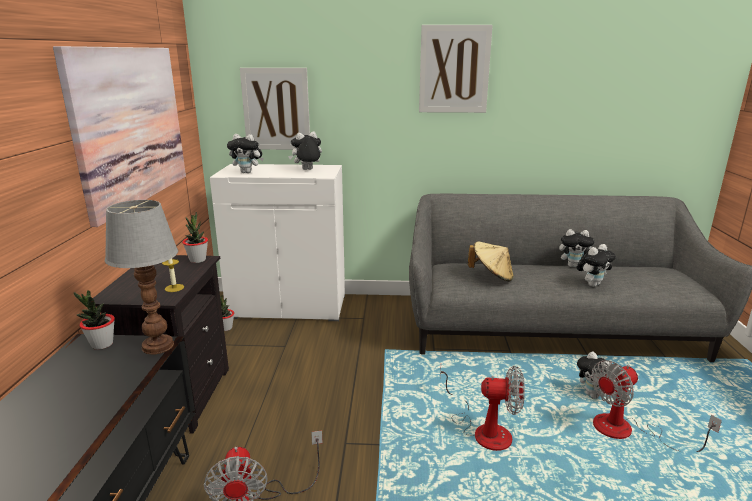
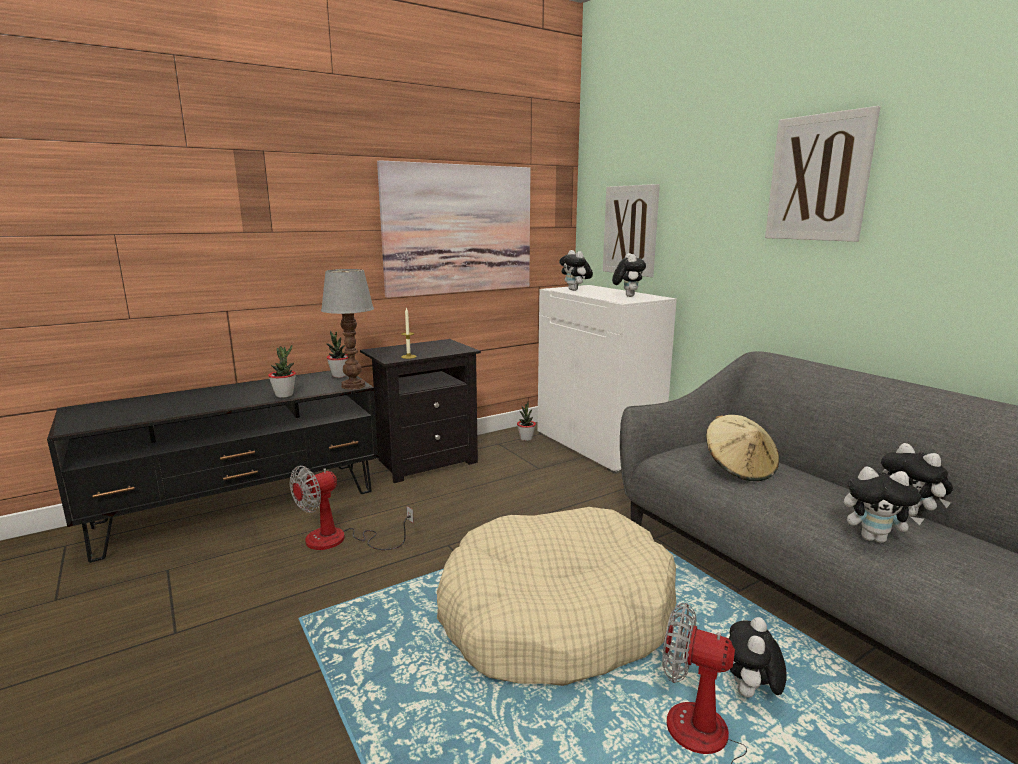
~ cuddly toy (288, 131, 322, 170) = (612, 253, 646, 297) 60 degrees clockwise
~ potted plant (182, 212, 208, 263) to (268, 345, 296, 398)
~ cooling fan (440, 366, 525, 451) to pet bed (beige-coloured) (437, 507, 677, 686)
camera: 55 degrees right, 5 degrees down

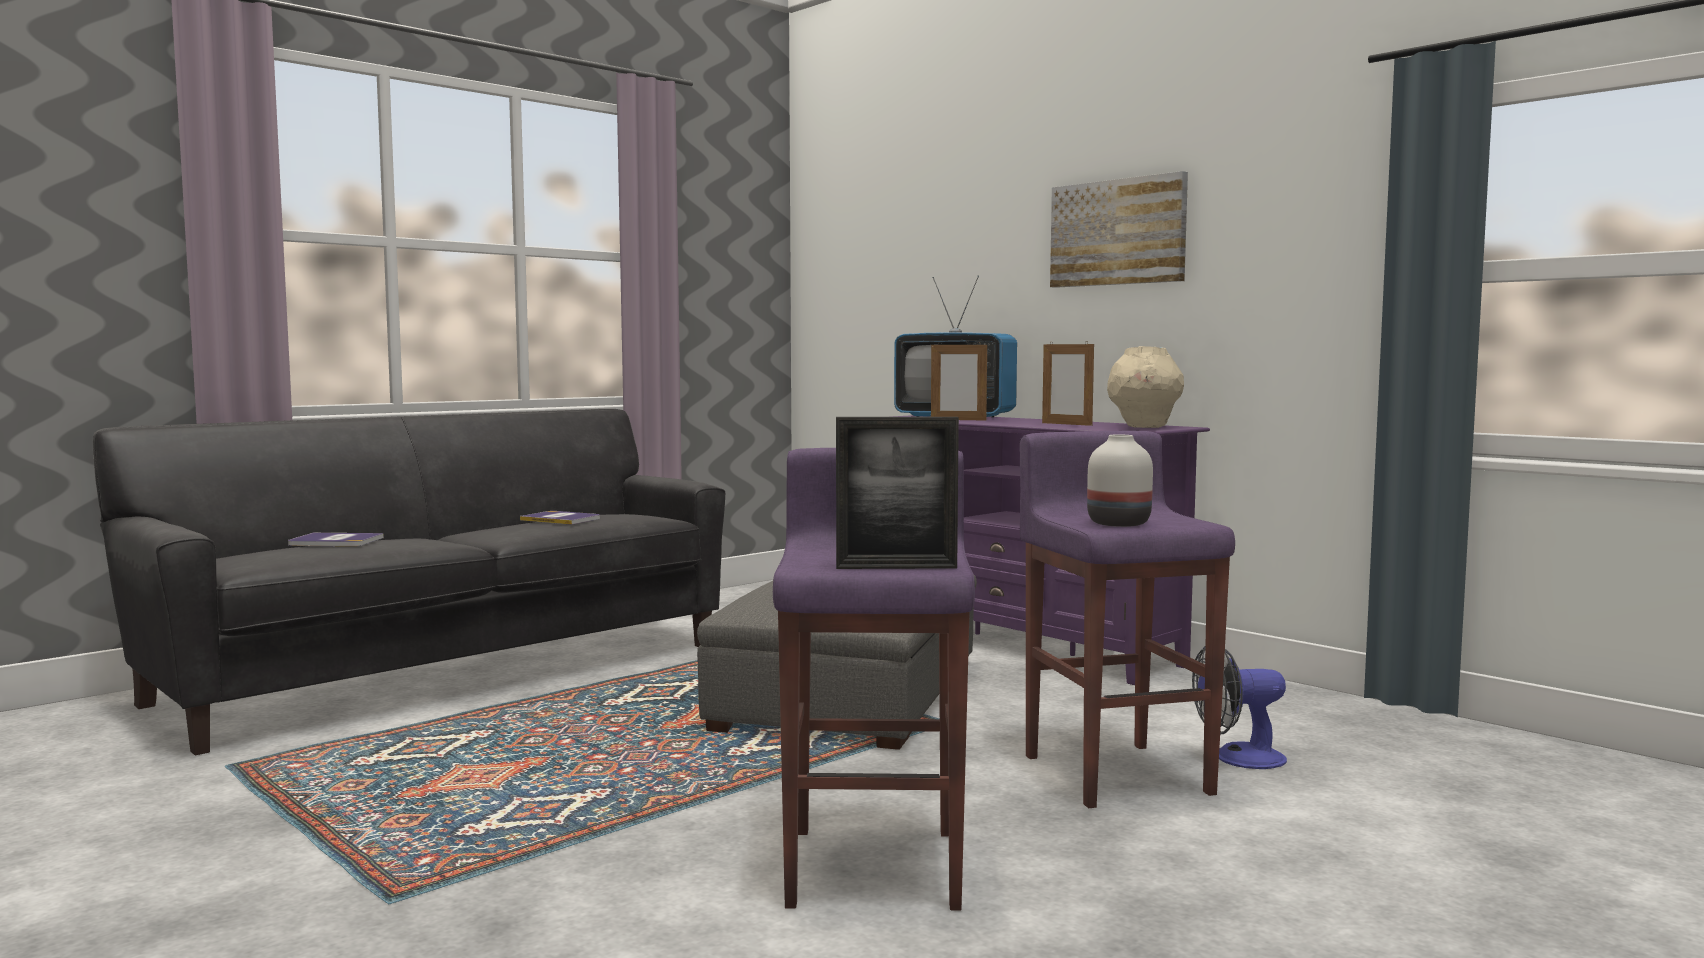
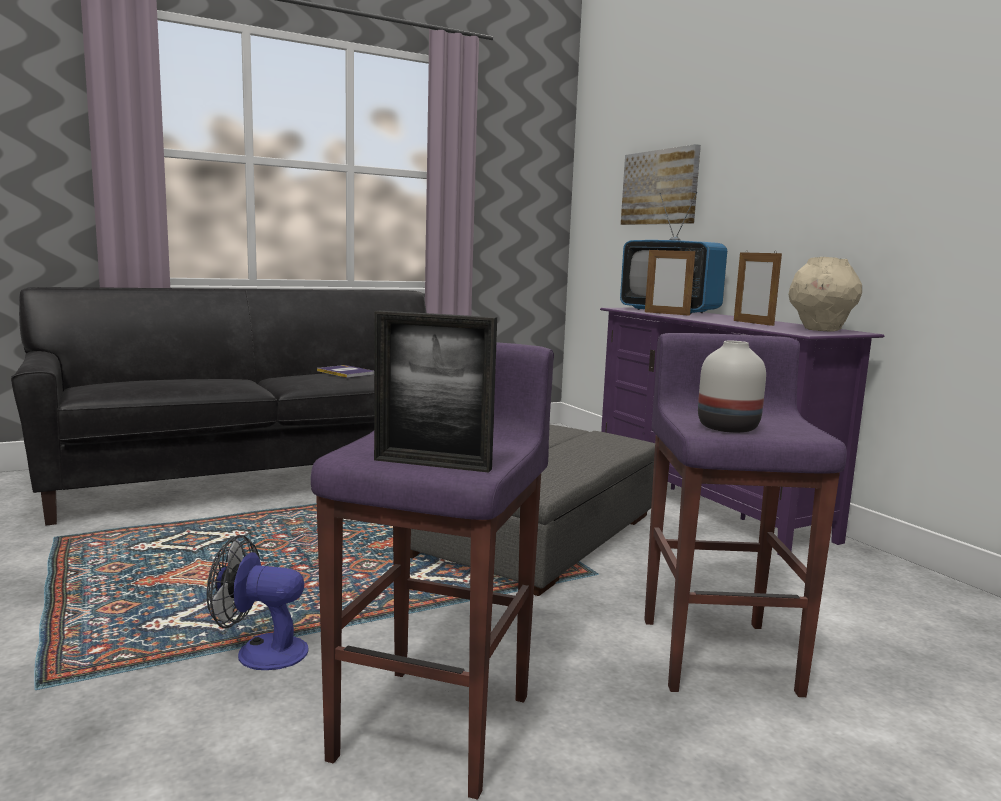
~ picture (1050, 171, 1188, 288) to (621, 144, 701, 225)
- book (288, 533, 384, 546)
~ cooling fan (1192, 645, 1287, 769) to (207, 535, 309, 670)
camera: 15 degrees right, 5 degrees up

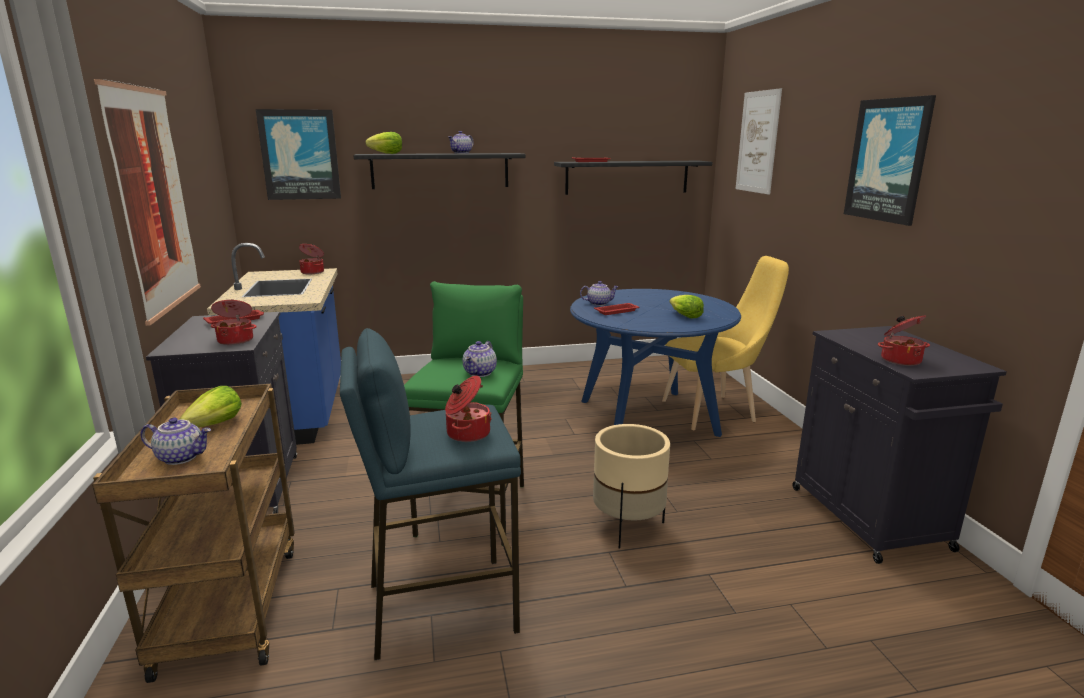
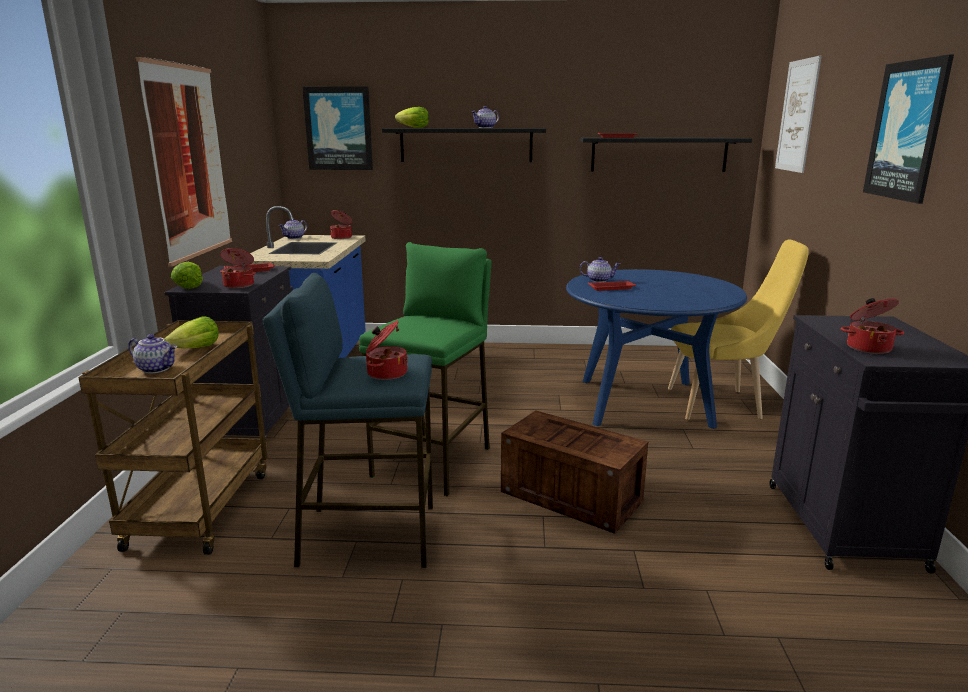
~ head of lettuce (670, 295, 704, 318) to (171, 262, 203, 289)
~ pot for tea (463, 341, 497, 377) to (279, 218, 307, 239)
~ plant pot (beige-coloured) (593, 424, 670, 549) to packing crate (501, 411, 648, 534)
camera: 15 degrees right, 0 degrees up

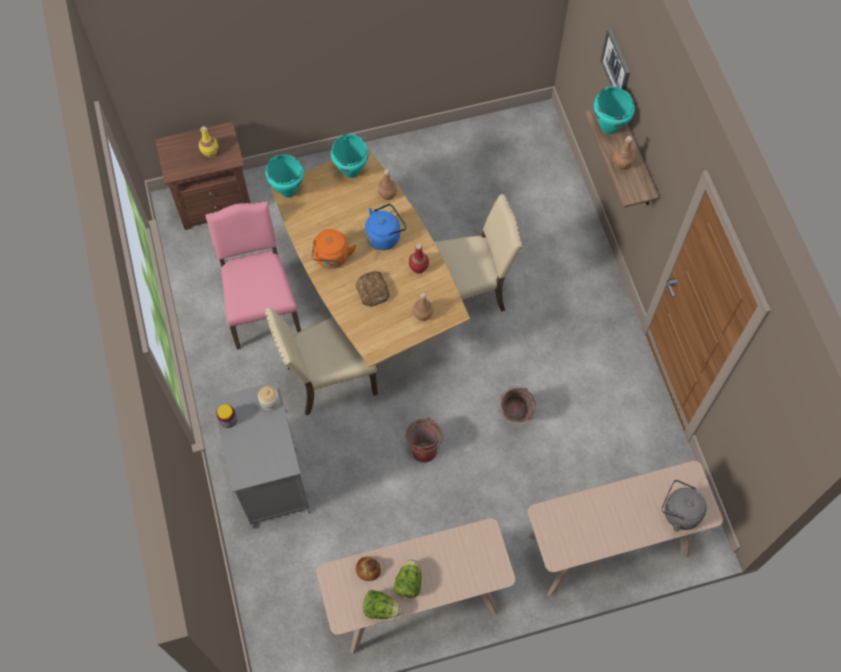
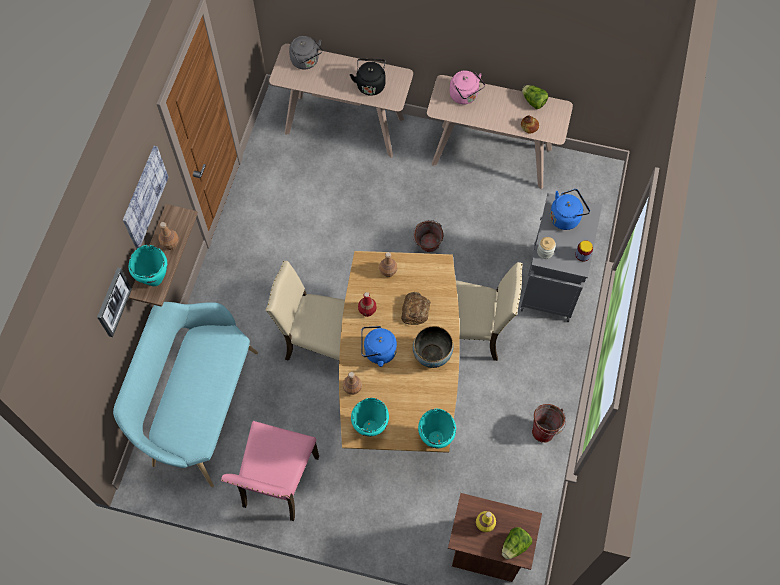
~ upright chair (pinkish) (206, 201, 301, 350) to (221, 421, 319, 521)
~ kettle (orangey) (312, 229, 356, 269) to serving bowl (413, 326, 453, 368)
~ water bucket (499, 386, 536, 422) to (532, 404, 566, 443)
~ head of lettuce (393, 559, 421, 598) to (502, 527, 532, 559)
+ kettle (blackish) (350, 58, 386, 96)
+ kettle (pinkish) (449, 71, 485, 104)
+ picture (123, 146, 168, 248)
+ kettle (blue-coloured) (550, 189, 590, 230)
+ bench (turquoise) (113, 302, 258, 487)
camera: 150 degrees left, 0 degrees up

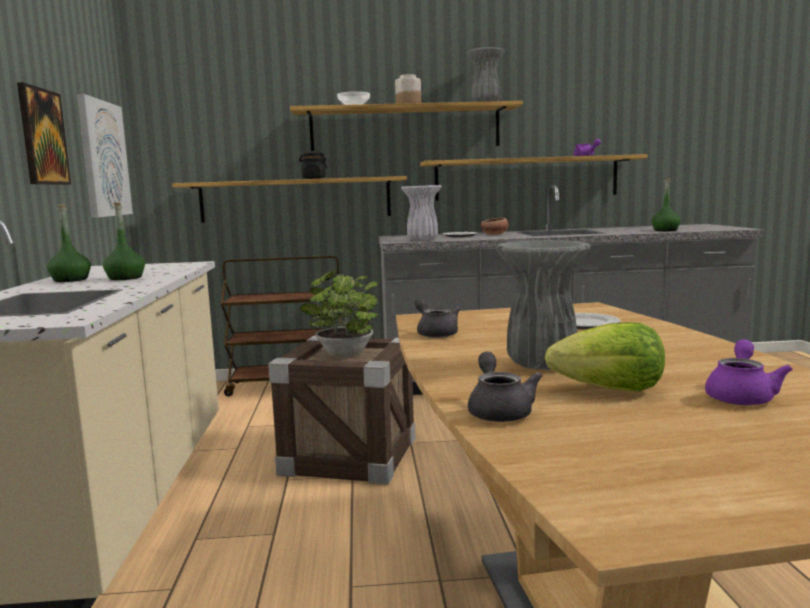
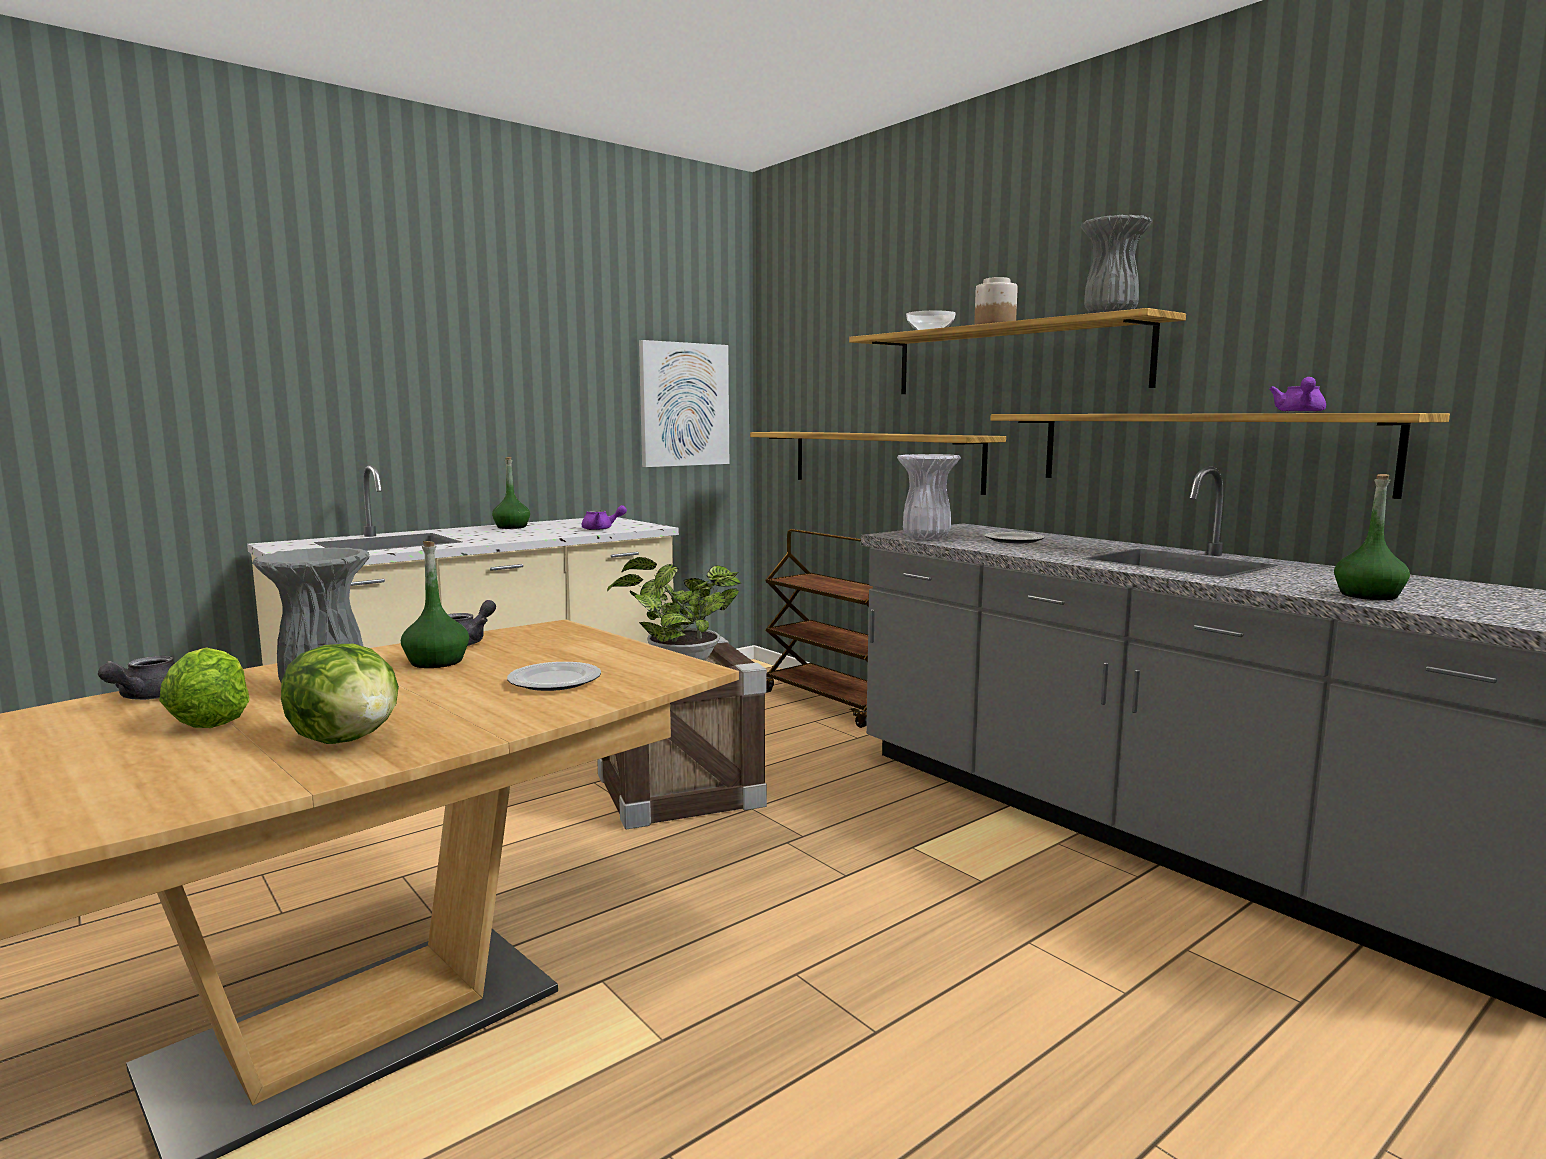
- picture (17, 82, 71, 185)
- storage jar (blackish) (299, 153, 327, 179)
~ beverage bottle (green-coloured) (103, 203, 145, 280) to (401, 541, 469, 668)
- serving bowl (481, 217, 509, 235)
~ pot for tea (purplish) (705, 339, 793, 405) to (582, 505, 627, 530)
~ pot for tea (grey) (468, 352, 542, 422) = (98, 656, 175, 700) 135 degrees clockwise
+ head of lettuce (281, 644, 399, 744)
camera: 55 degrees right, 0 degrees up

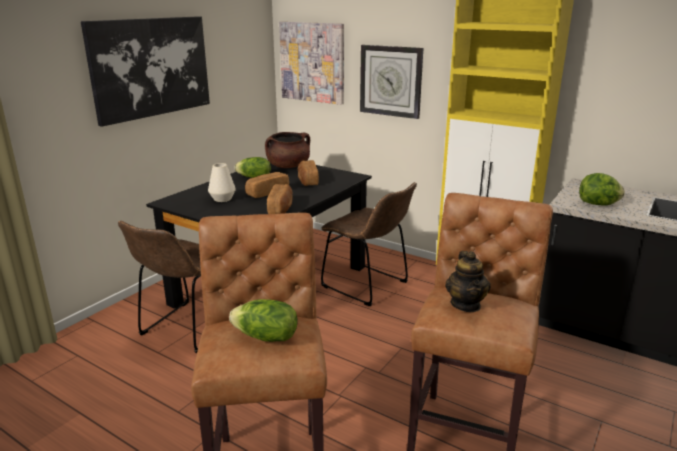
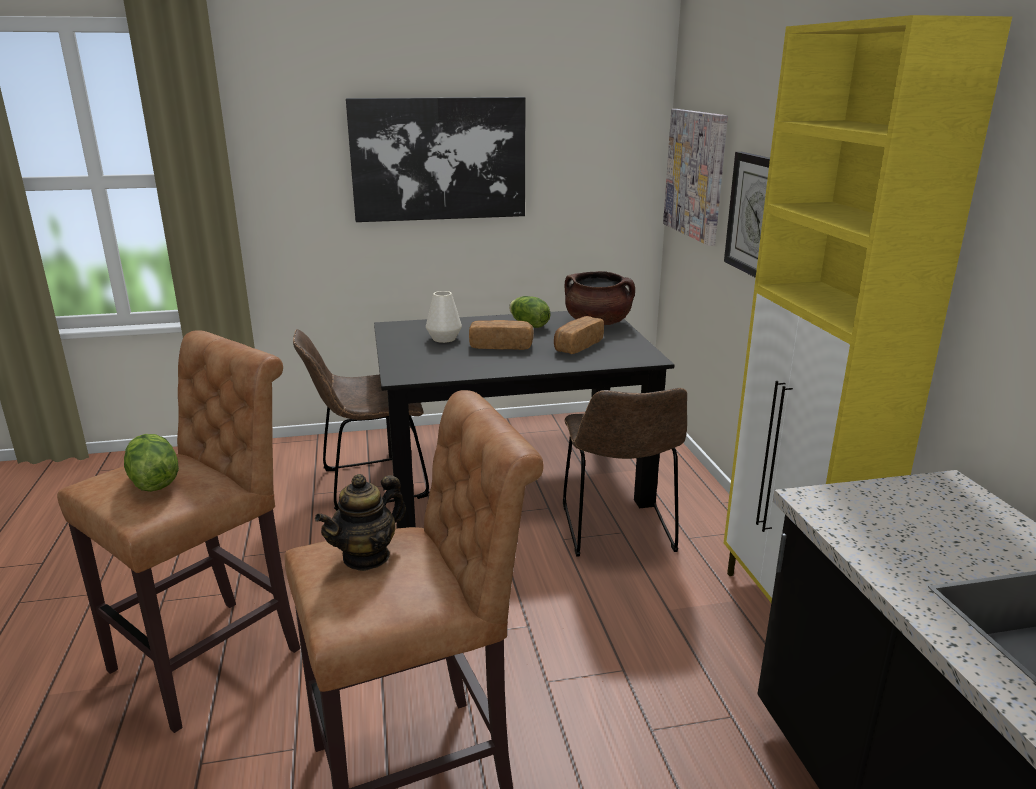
- head of lettuce (579, 173, 625, 205)
- bread (267, 184, 293, 214)
camera: 45 degrees right, 0 degrees up

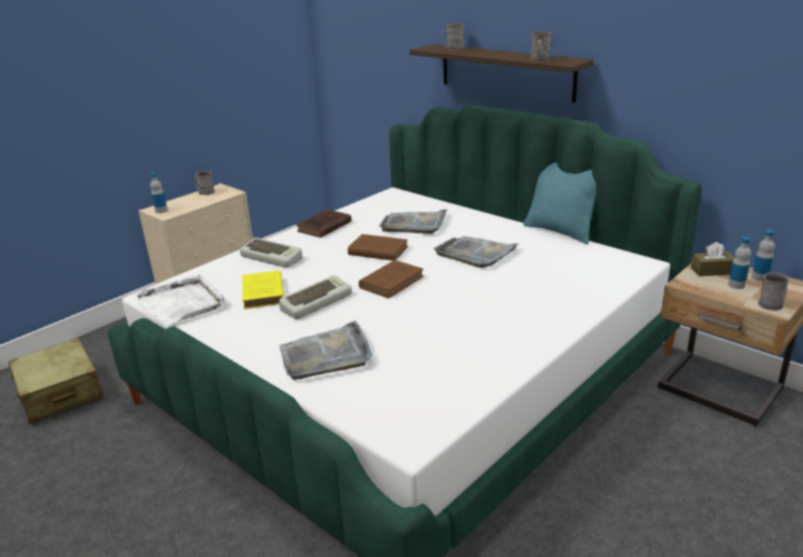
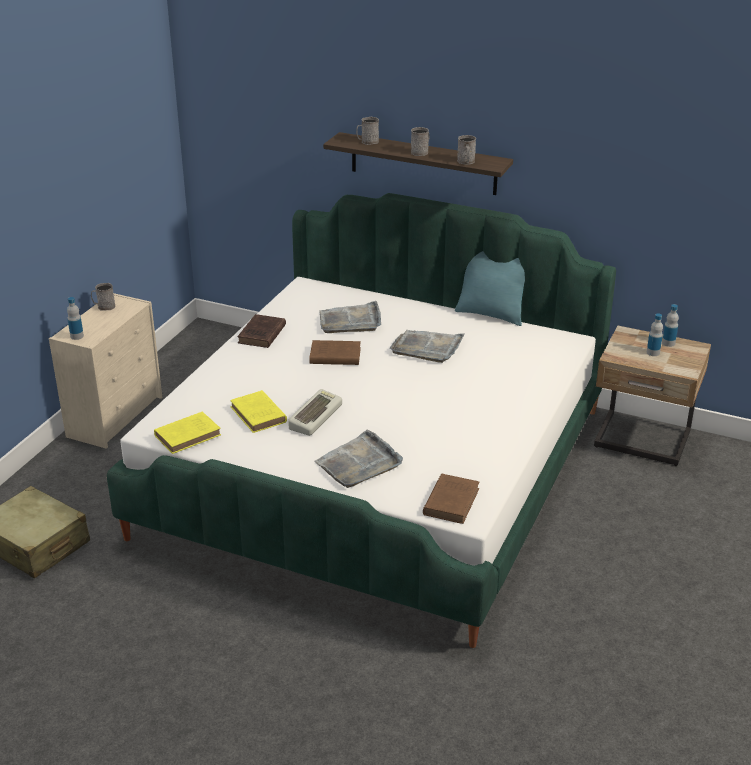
- PC keyboard (240, 238, 303, 268)
- tissue box (brownish) (691, 242, 735, 276)
~ book (brownish) (359, 260, 424, 298) to (423, 474, 479, 524)
~ coffee mug (grey) (758, 273, 789, 310) to (411, 127, 429, 156)
~ tray (white-coloured) (134, 274, 224, 325) to book (yellowish) (154, 411, 221, 454)
camera: 20 degrees left, 5 degrees up

